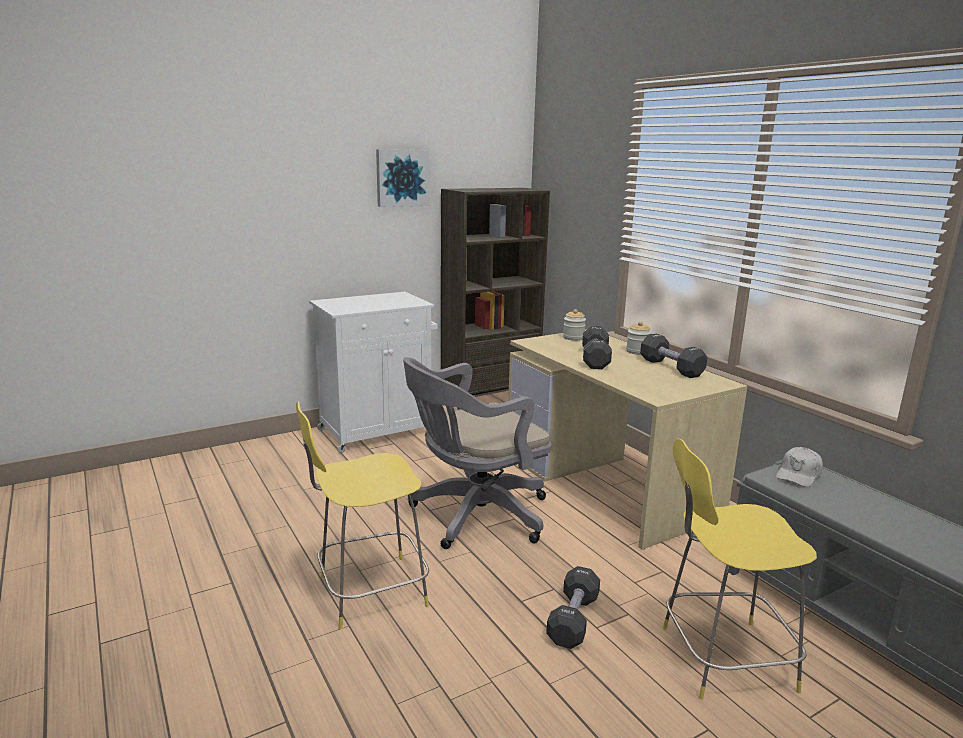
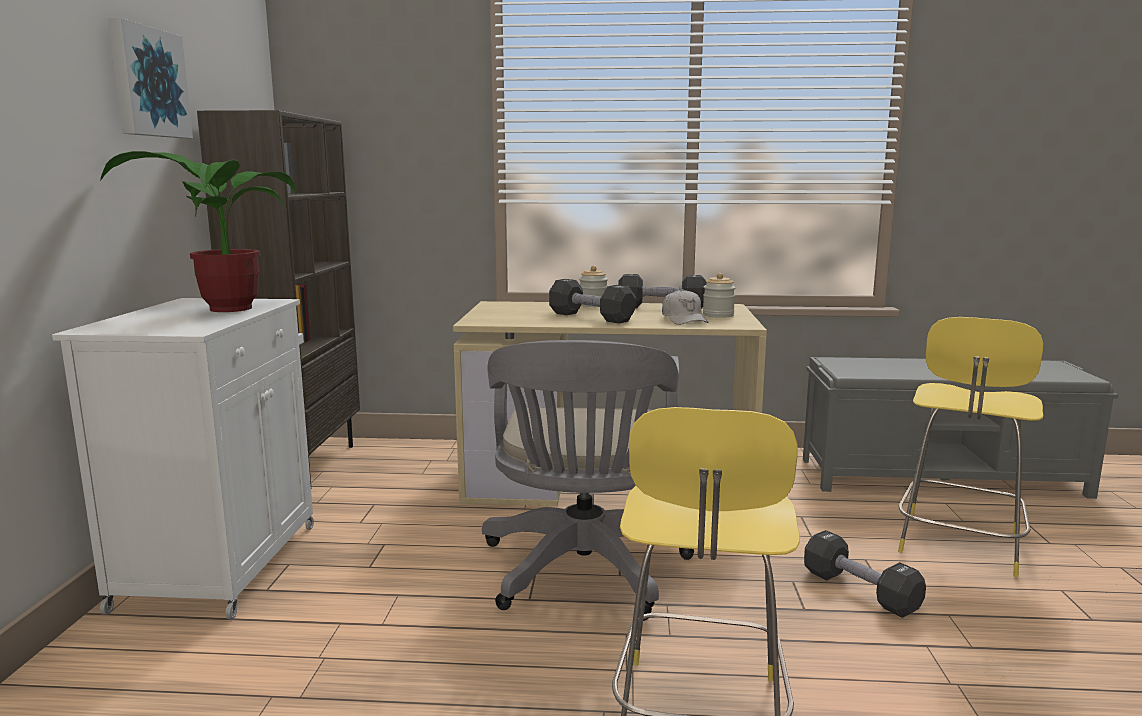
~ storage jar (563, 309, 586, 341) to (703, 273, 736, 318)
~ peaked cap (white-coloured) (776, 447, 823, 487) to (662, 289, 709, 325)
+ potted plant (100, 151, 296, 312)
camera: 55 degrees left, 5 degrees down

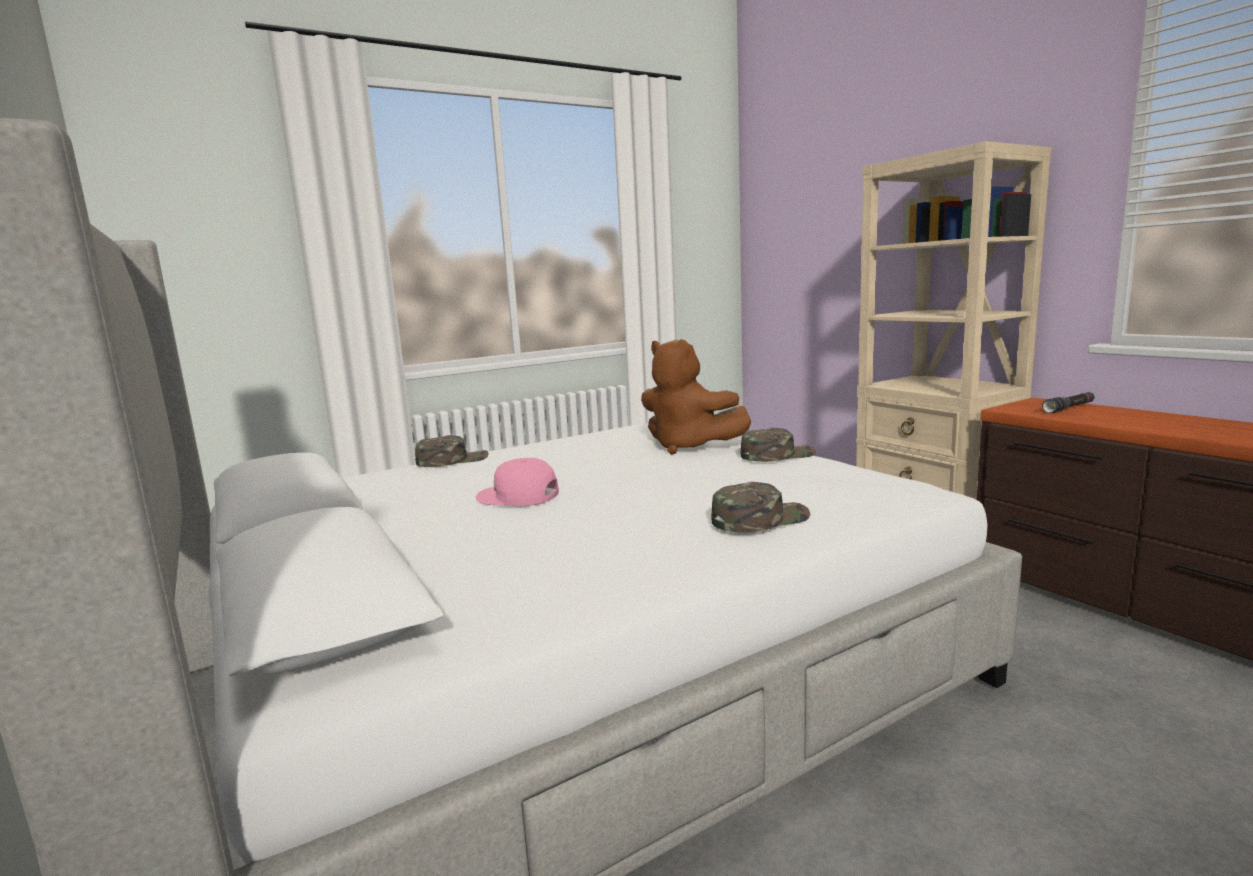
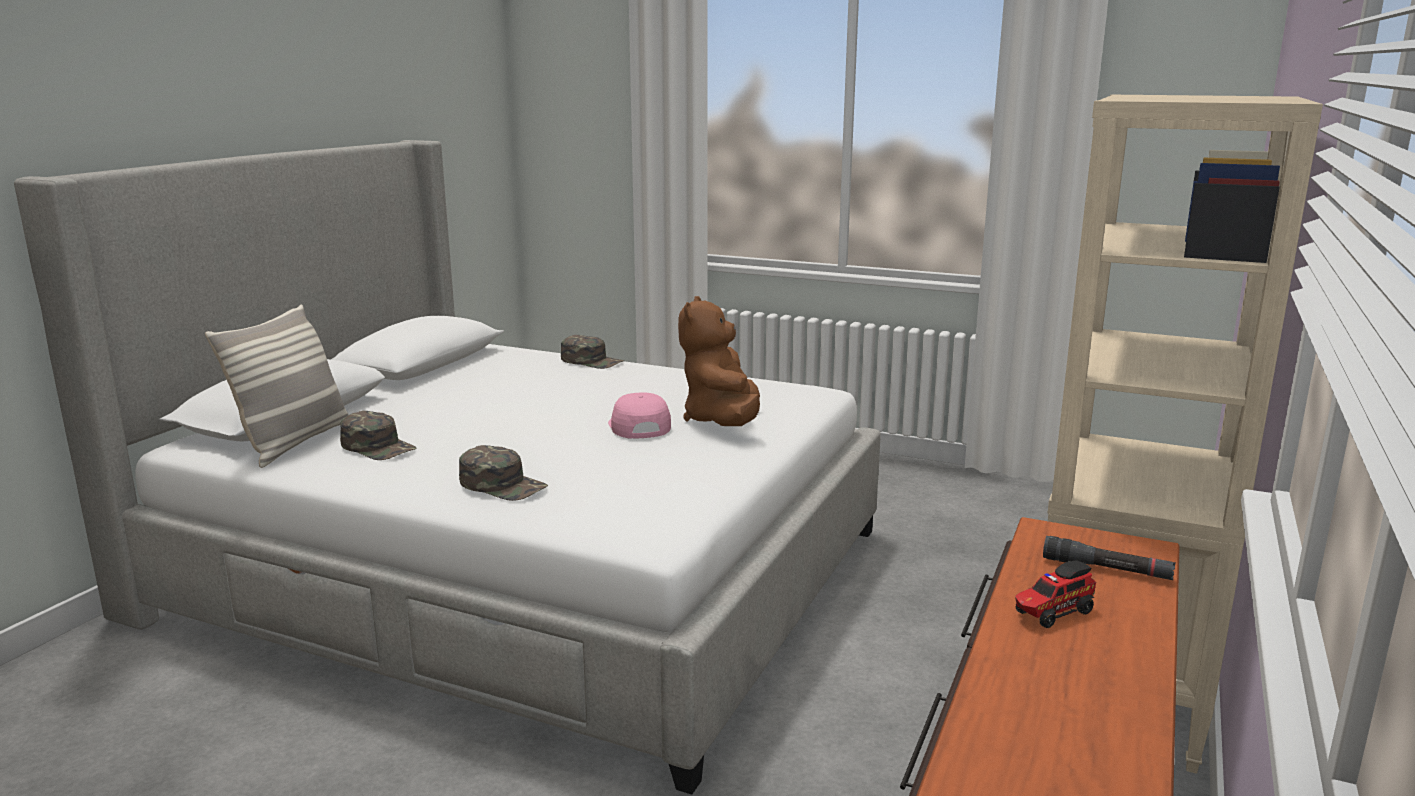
~ peaked cap (green-coloured) (741, 428, 816, 462) to (340, 411, 417, 460)
~ peaked cap (pinkish) (476, 458, 559, 506) to (608, 393, 671, 438)
+ throw pillow (205, 304, 349, 468)
+ toy lorry (1015, 560, 1096, 628)
camera: 55 degrees right, 5 degrees up

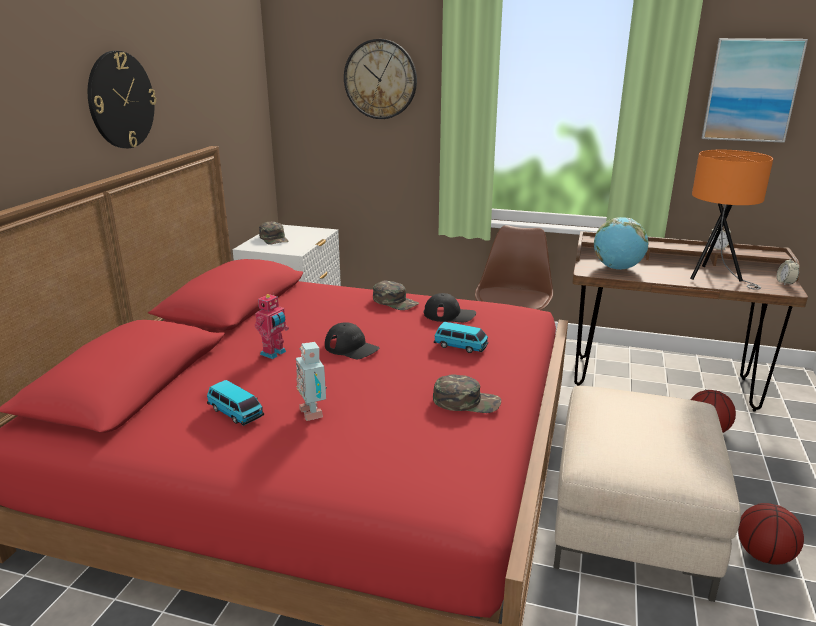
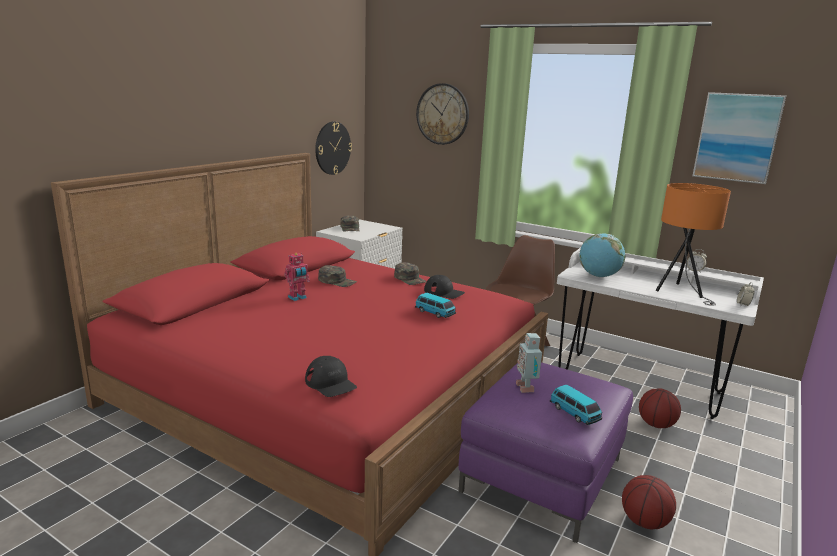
~ wall clock (88, 51, 156, 148) to (315, 122, 352, 175)
~ desk table (brownish) (572, 231, 808, 412) to desk table (white-coloured) (557, 248, 764, 419)
~ peaked cap (blackish) (325, 322, 380, 359) to (305, 356, 357, 397)
~ model robot (296, 342, 327, 421) to (516, 333, 542, 393)
~ peaked cap (green-coloured) (433, 374, 501, 413) to (318, 265, 357, 287)
~ miniature car (207, 380, 264, 426) to (550, 385, 602, 425)
~ footrest (beige-coloured) (553, 386, 741, 602) to footrest (purplish) (458, 362, 633, 543)
camera: 15 degrees right, 5 degrees down

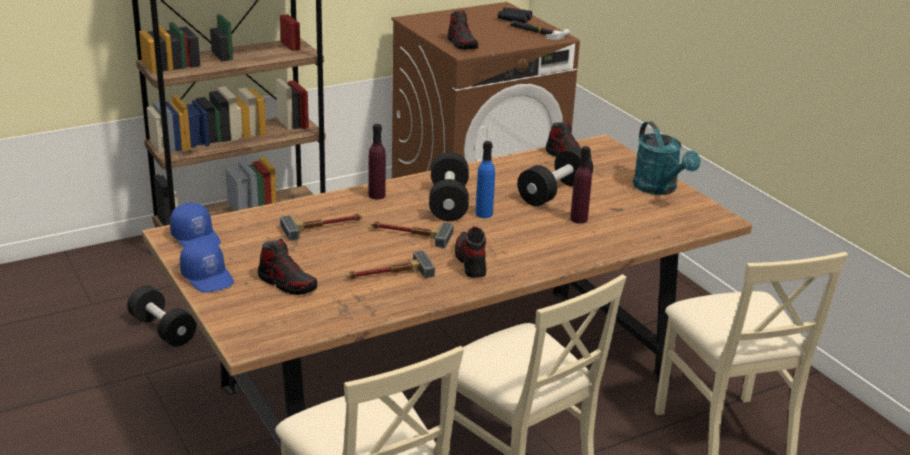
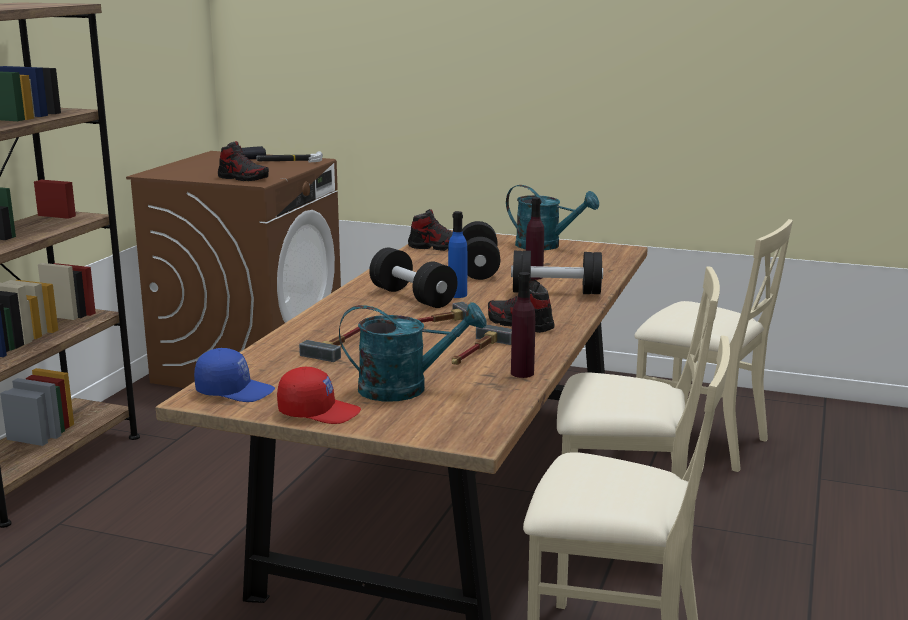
~ beverage bottle (purplish) (368, 124, 386, 199) to (511, 272, 535, 378)
~ shoe (258, 239, 317, 295) to watering can (turquoise) (339, 302, 487, 402)
~ peaked cap (blue-coloured) (180, 240, 234, 293) to peaked cap (red) (277, 367, 361, 424)
~ dumbbell (blackish) (127, 285, 197, 347) to (511, 251, 603, 294)
camera: 40 degrees left, 10 degrees down

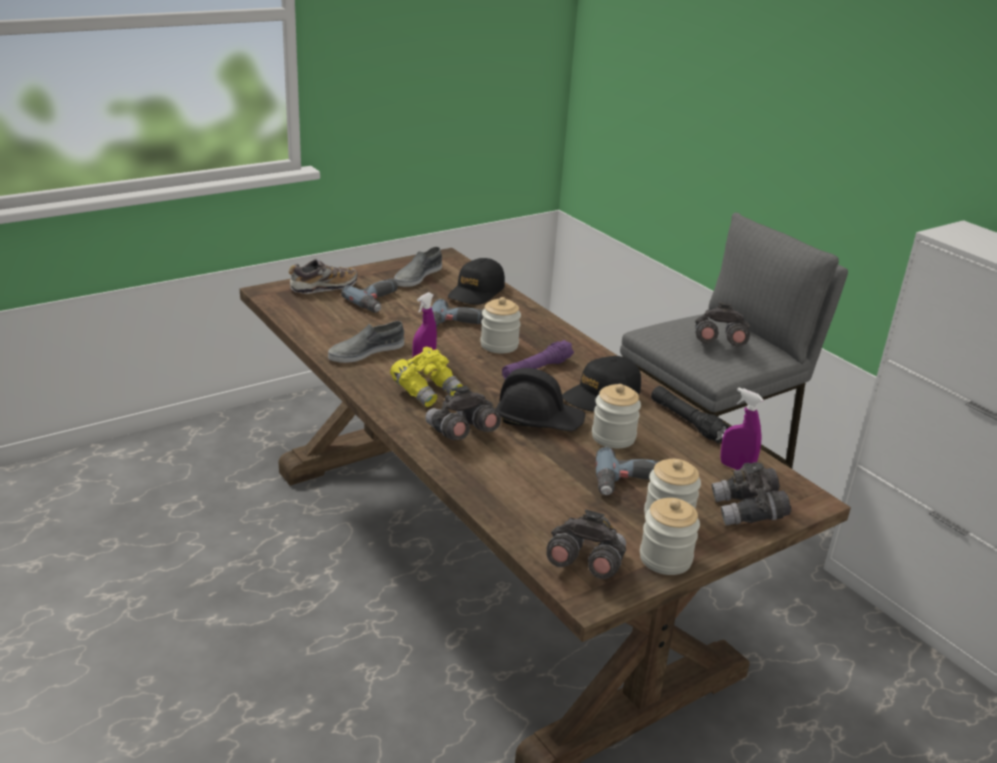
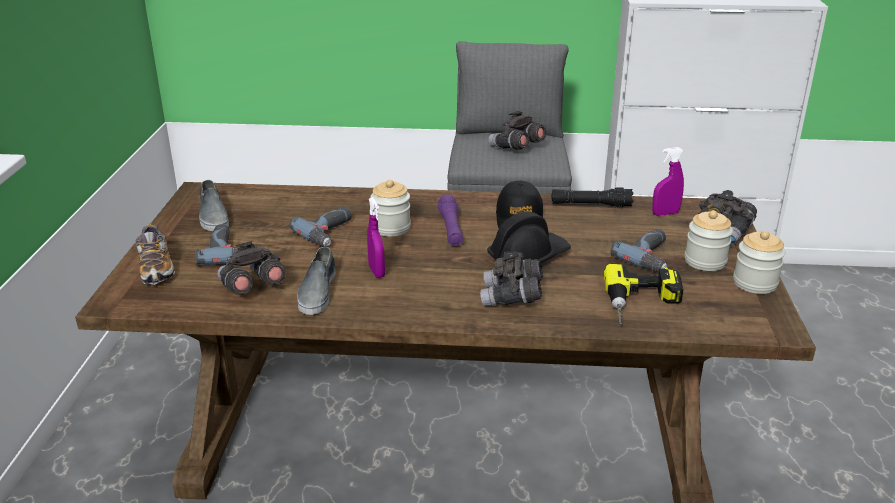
- peaked cap (blackish) (448, 258, 505, 305)
~ shoe (289, 259, 357, 294) = (136, 223, 175, 285) 150 degrees clockwise
- field glasses (yellowish) (390, 346, 463, 407)
- storage jar (592, 384, 641, 448)
~ field glasses (grey) (546, 509, 626, 579) to (217, 241, 286, 295)
+ power drill (604, 264, 683, 325)
camera: 50 degrees left, 0 degrees up

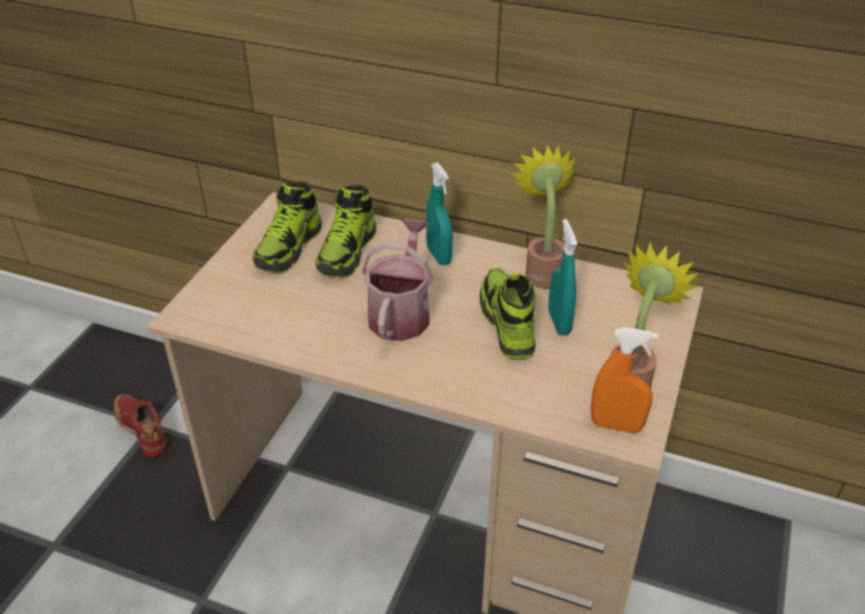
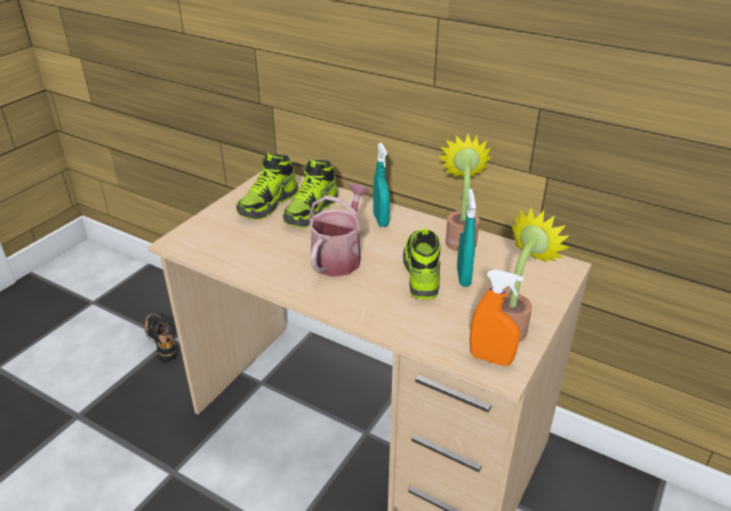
~ shoe (red) (114, 394, 166, 458) to shoe (blackish) (145, 314, 177, 362)
camera: 10 degrees right, 5 degrees down

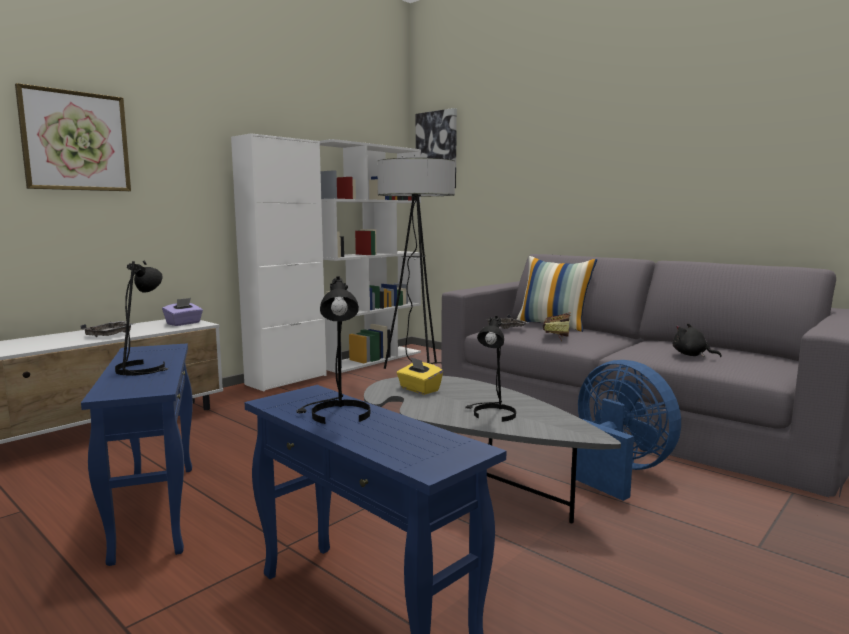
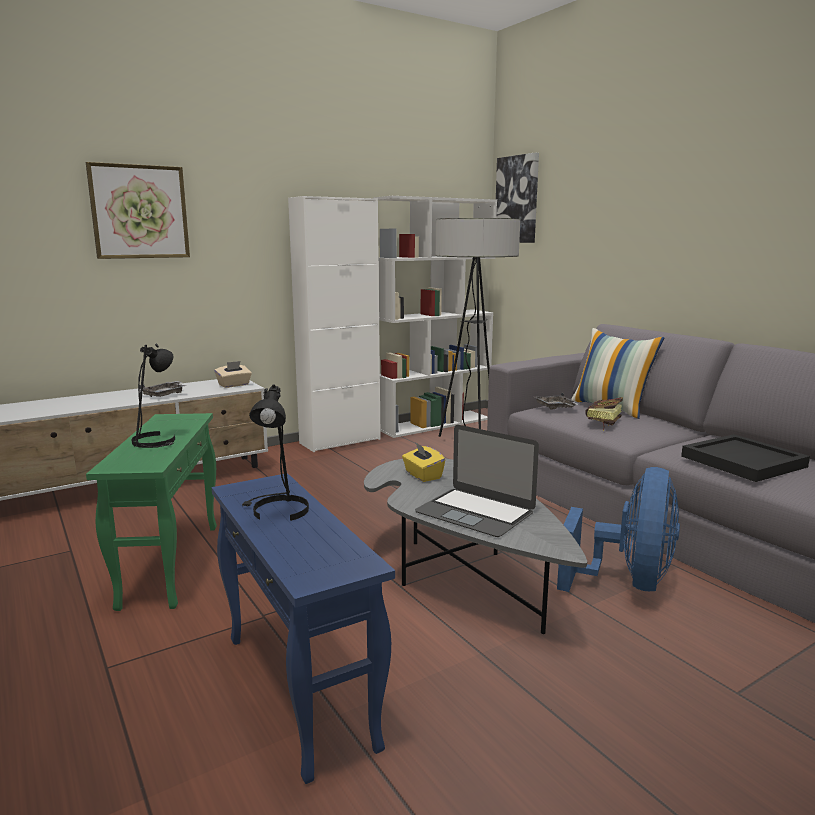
~ tissue box (purplish) (162, 298, 203, 326) to tissue box (beige-coloured) (215, 361, 252, 388)
~ lamp for a table (blackish) (465, 316, 516, 422) to laptop (415, 425, 539, 537)
~ cuddly toy (blackish) (673, 323, 722, 357) to tray (blackish) (681, 434, 810, 482)
~ side table (blue-coloured) (81, 343, 193, 566) to side table (green-coloured) (86, 413, 217, 611)
~ cooling fan (blue-coloured) (576, 360, 681, 501) = (557, 467, 680, 592) 45 degrees clockwise
camera: 15 degrees right, 5 degrees up

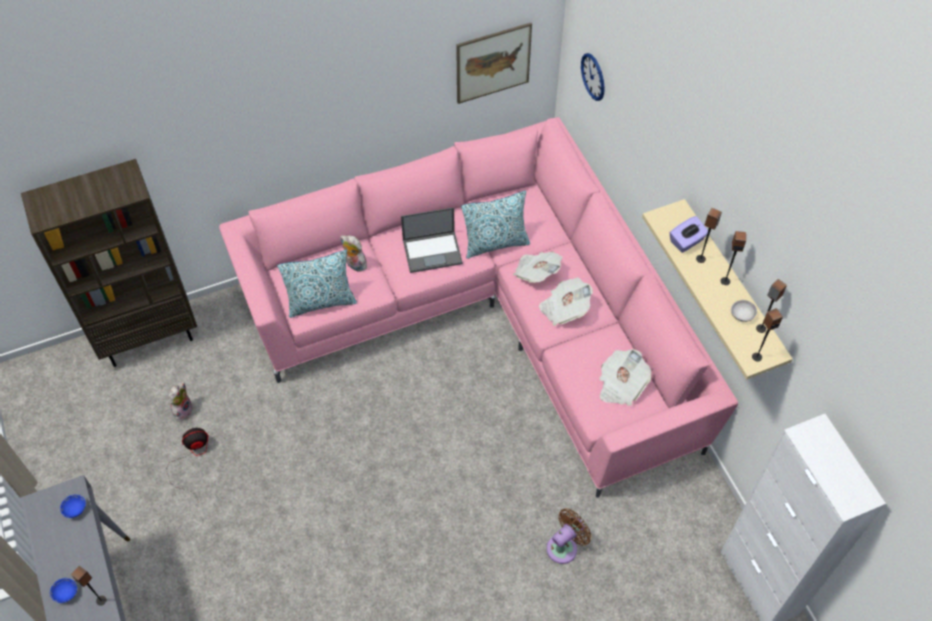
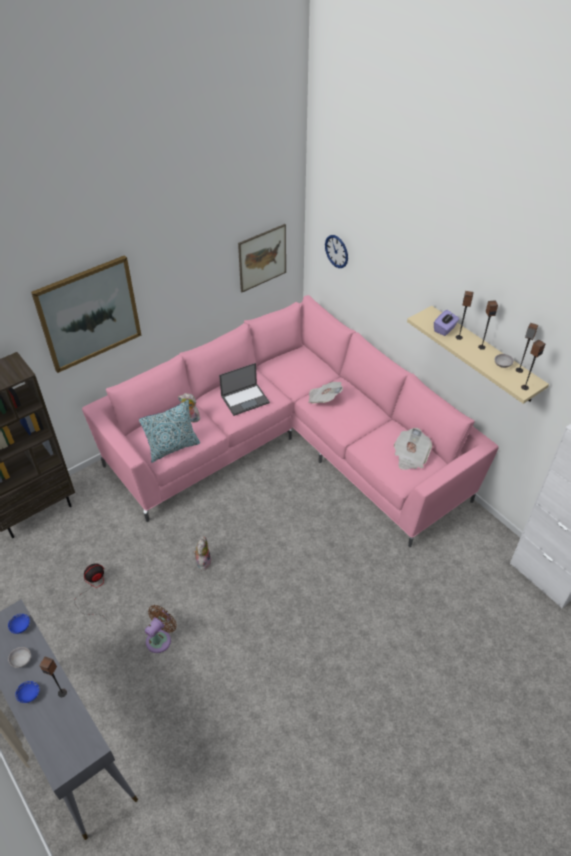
- throw pillow (461, 191, 530, 259)
- newspaper (539, 278, 593, 326)
~ cuddly toy (168, 381, 193, 421) to (193, 536, 211, 571)
~ cooling fan (brownish) (547, 508, 591, 564) to (145, 605, 177, 653)
+ picture (31, 255, 141, 373)
+ serving bowl (grey) (8, 647, 31, 668)
camera: 15 degrees left, 10 degrees down

